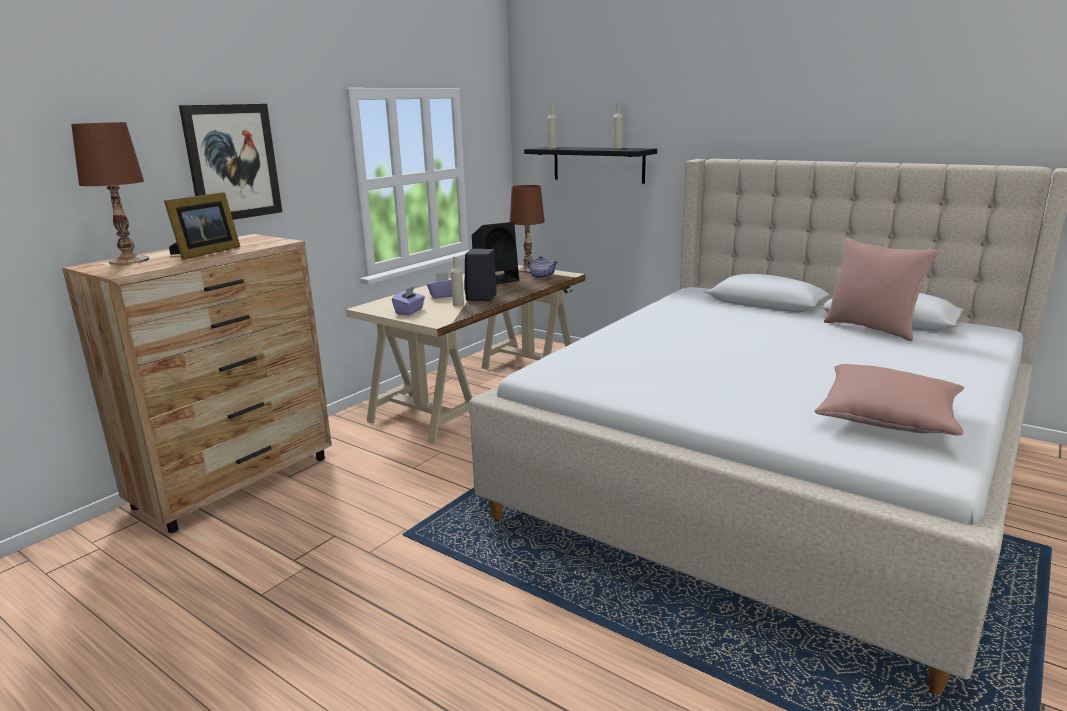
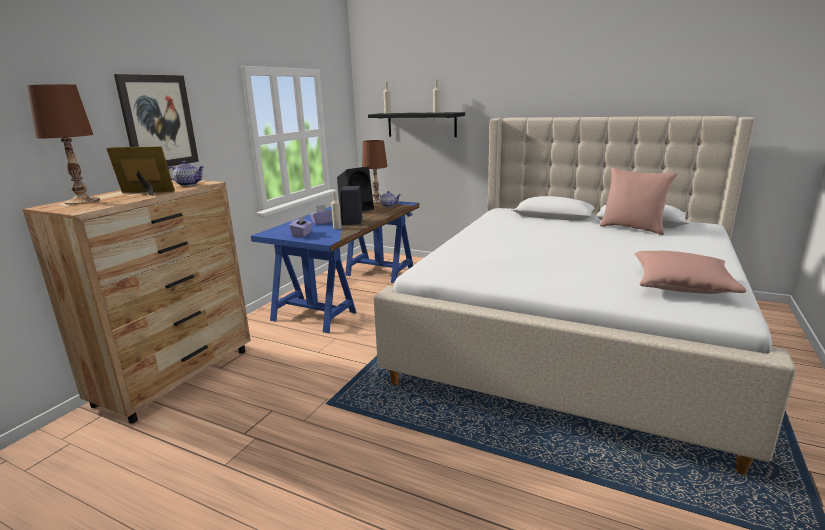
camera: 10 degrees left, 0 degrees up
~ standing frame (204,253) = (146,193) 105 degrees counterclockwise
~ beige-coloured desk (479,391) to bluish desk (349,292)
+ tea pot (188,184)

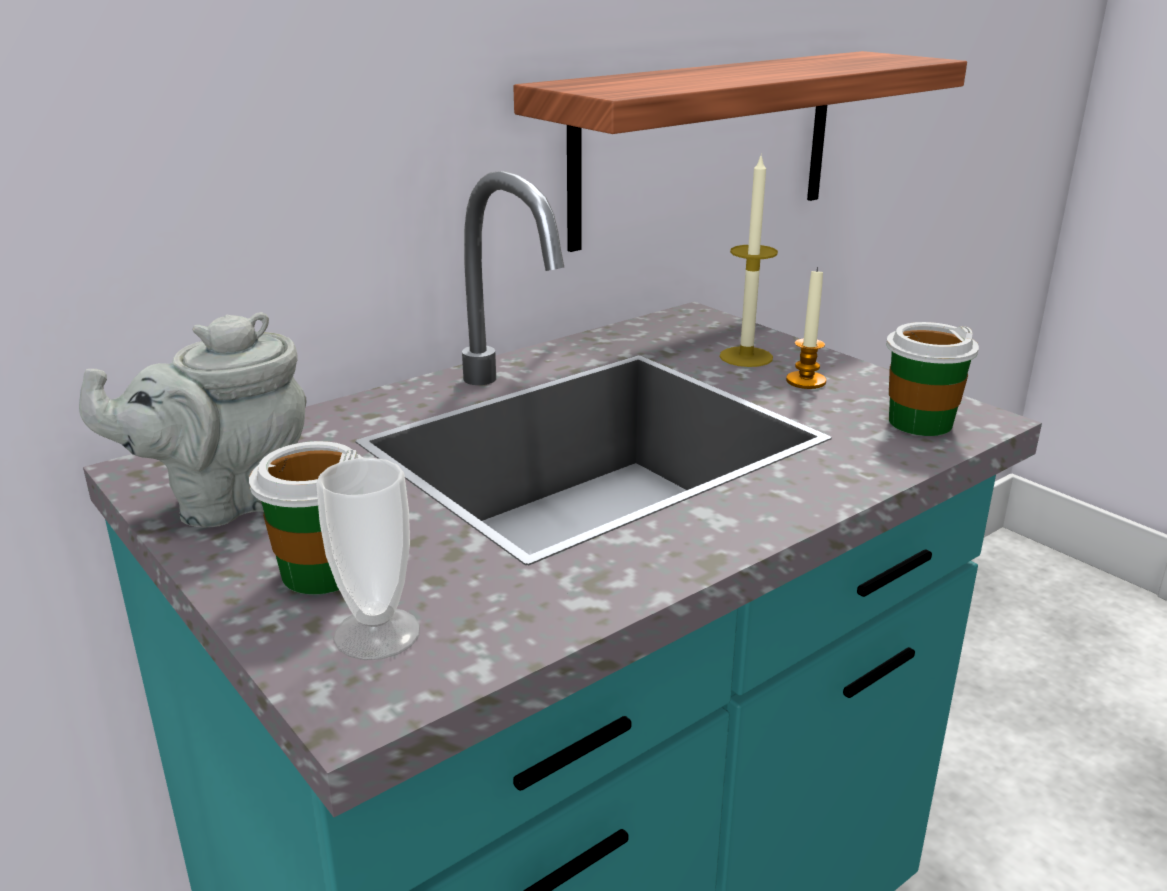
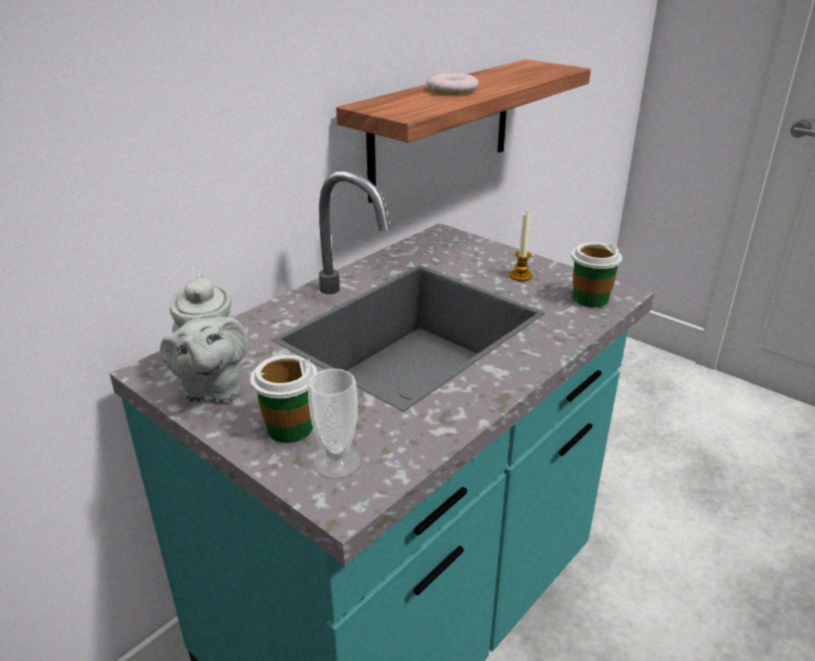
camera: 10 degrees left, 5 degrees up
~ greyish tea pot (227,501) = (212,388) 60 degrees counterclockwise
- candle (746,357)
+ donut (452,90)

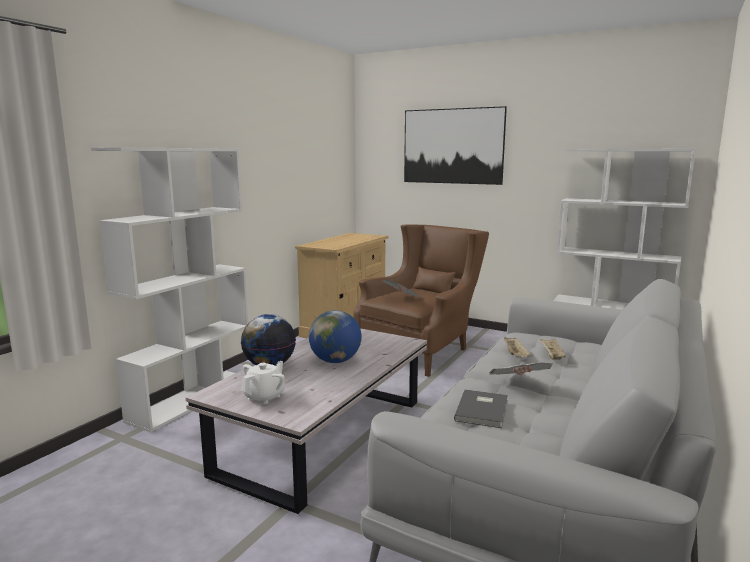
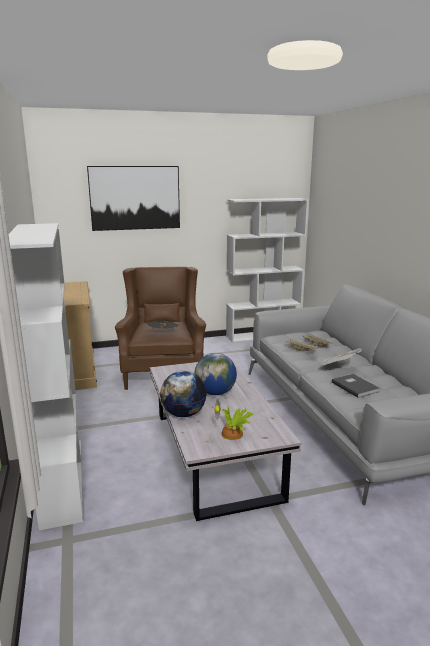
camera: 45 degrees left, 5 degrees up
~ white-coloured tea pot (264,397) to houseplant (233,434)

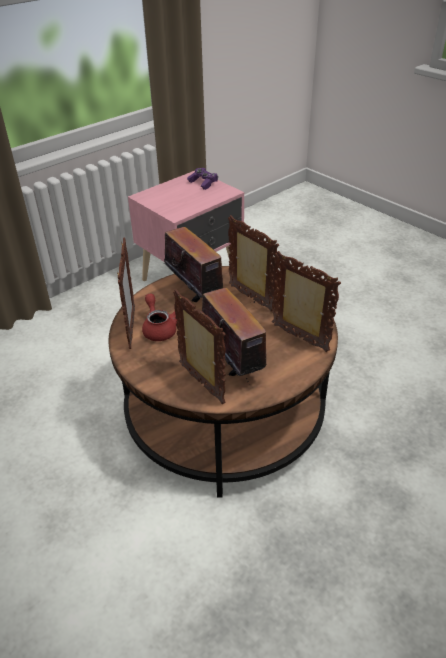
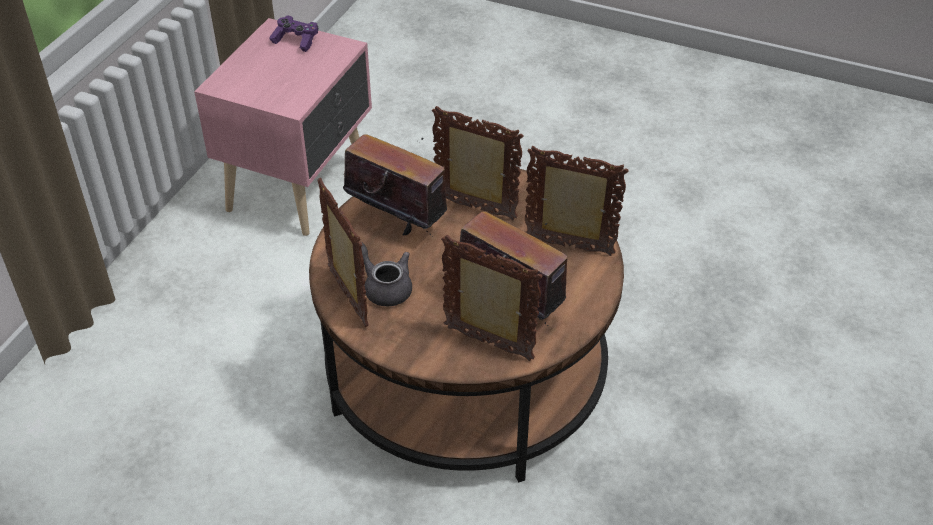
camera: 25 degrees left, 5 degrees up
~ red tea pot (159,328) to greyish tea pot (384,287)

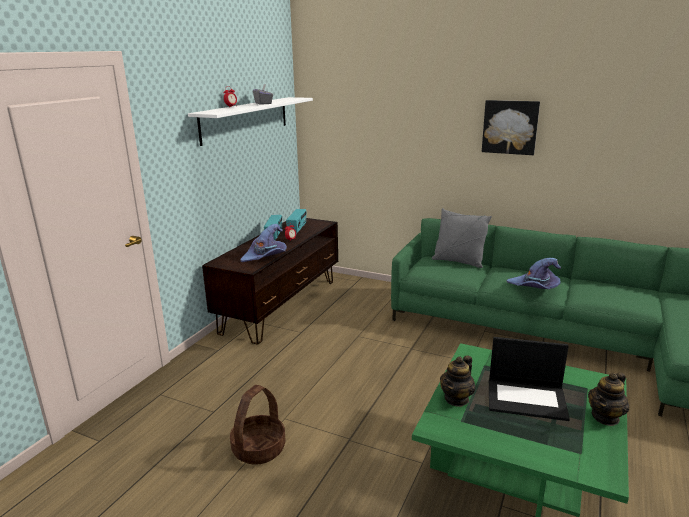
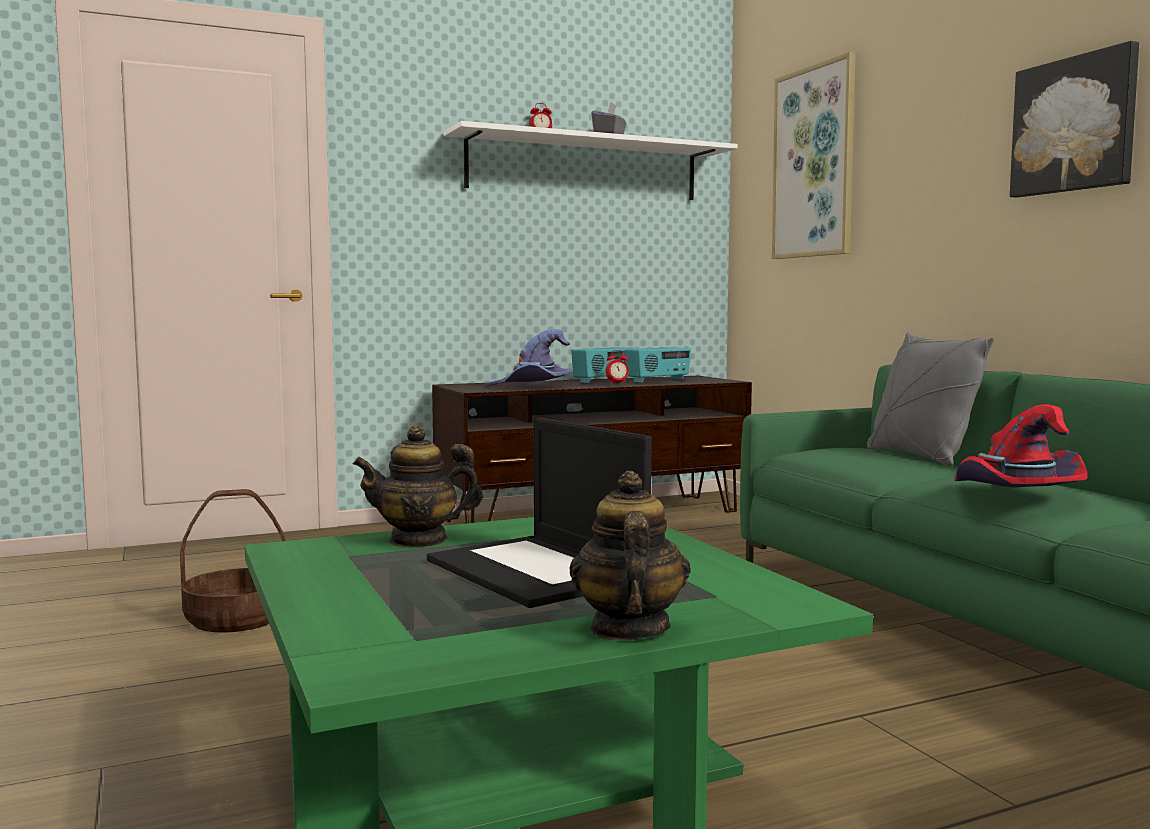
camera: 40 degrees right, 15 degrees down
~ purplish wearable hat (534,287) to red wearable hat (1013,494)
~ tea pot (605,417) = (628,629) 90 degrees clockwise
+ picture (814,162)

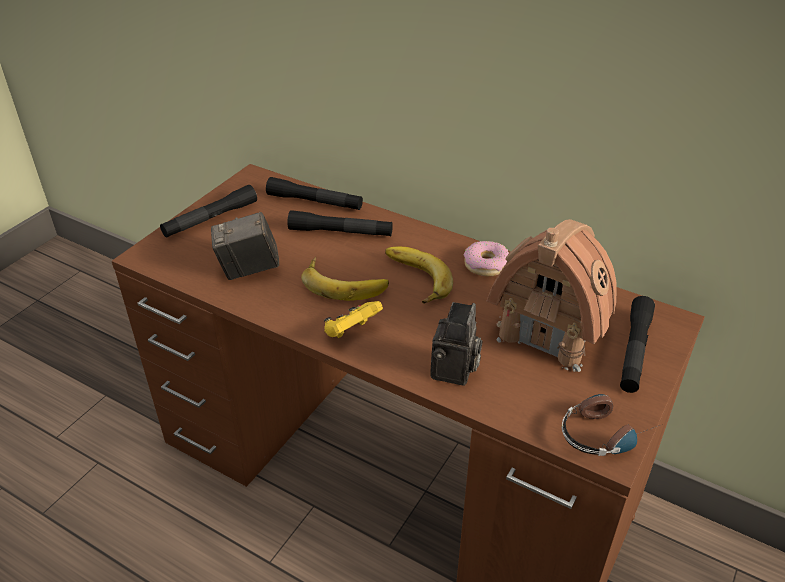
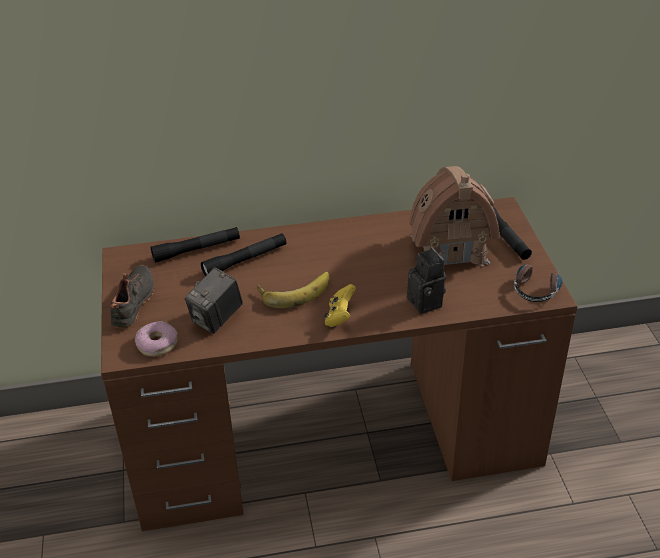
camera: 40 degrees left, 0 degrees up
~ blackish hand torch (210,219) to blackish shoe (135,302)
- banana (413,279)
~ donut (486,264) to (157,344)

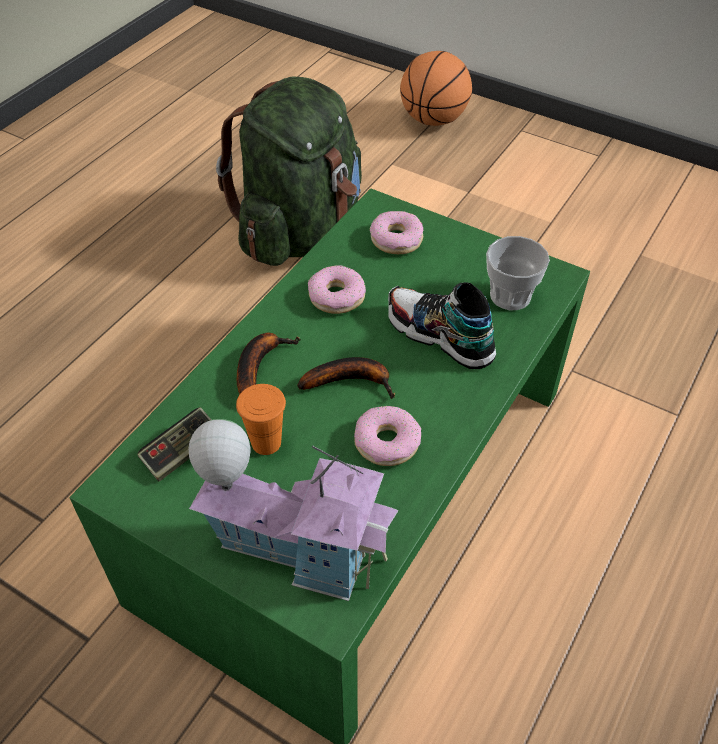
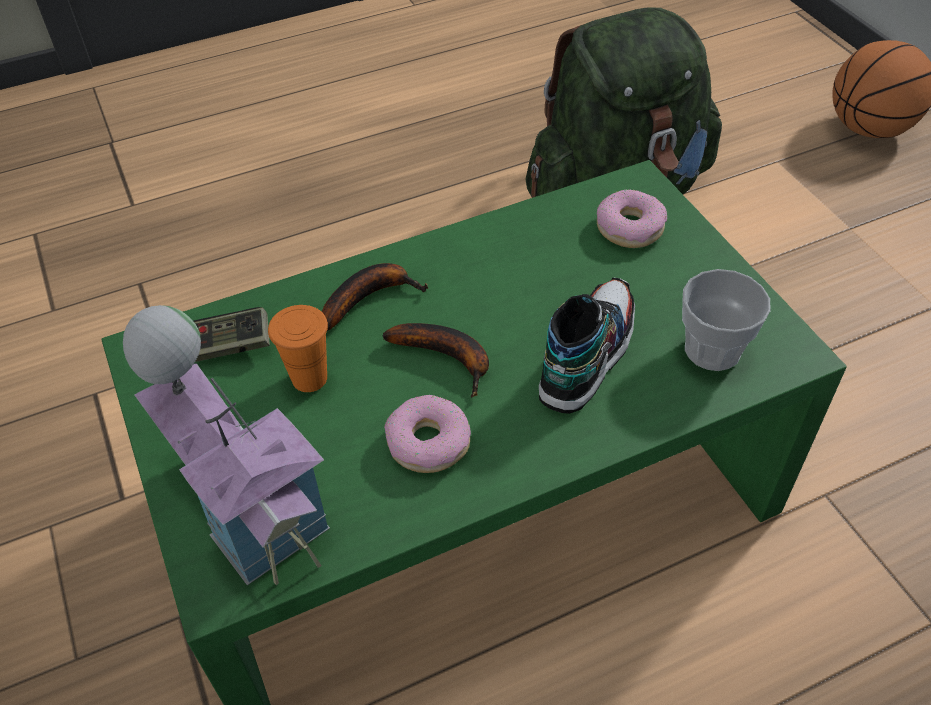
camera: 35 degrees right, 0 degrees up
- donut (337,296)
~ shoe (439,336) = (586,356) 45 degrees clockwise

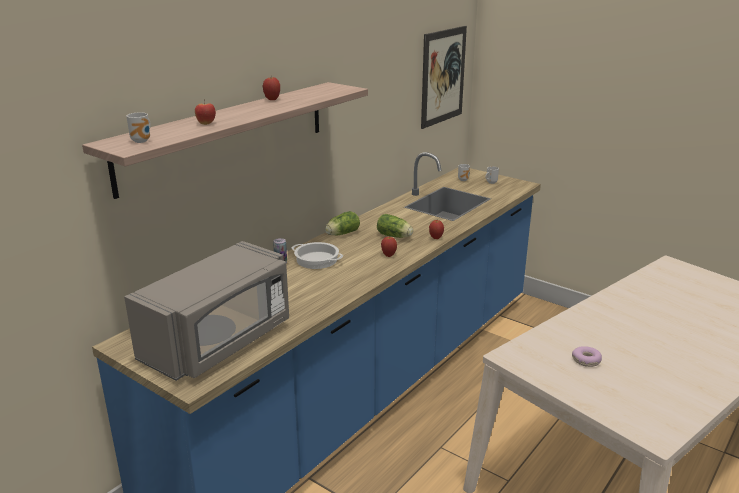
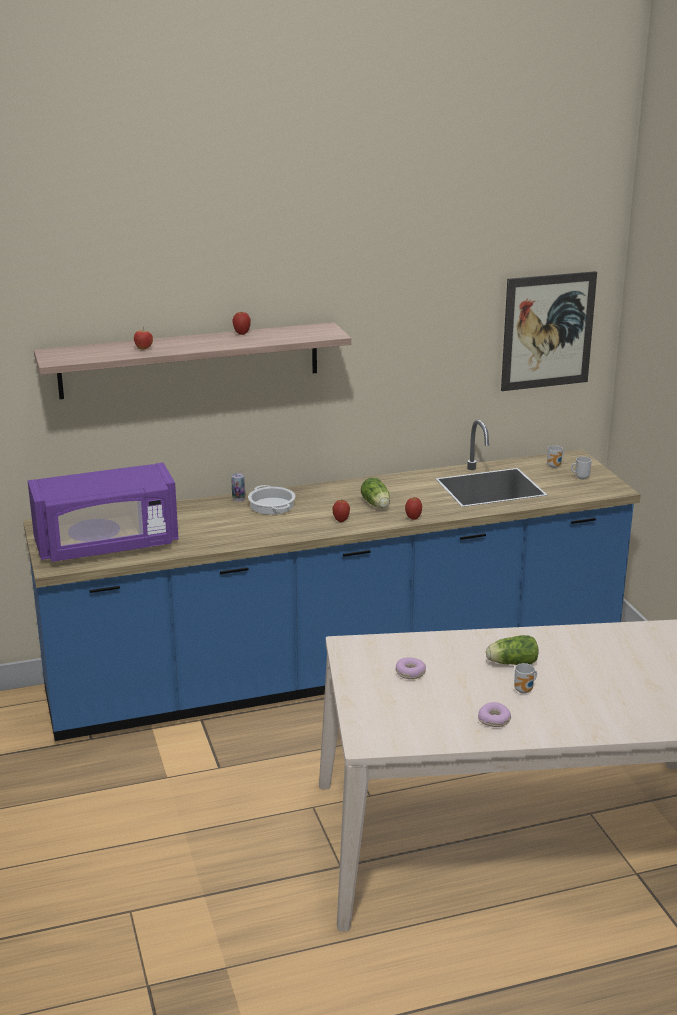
camera: 35 degrees right, 0 degrees up
~ greyish microwave (219,341) to purplish microwave (107,545)
~ coffee mug (142,141) to (525,690)
~ lettuce (341,234) to (510,663)
+ donut (494,720)

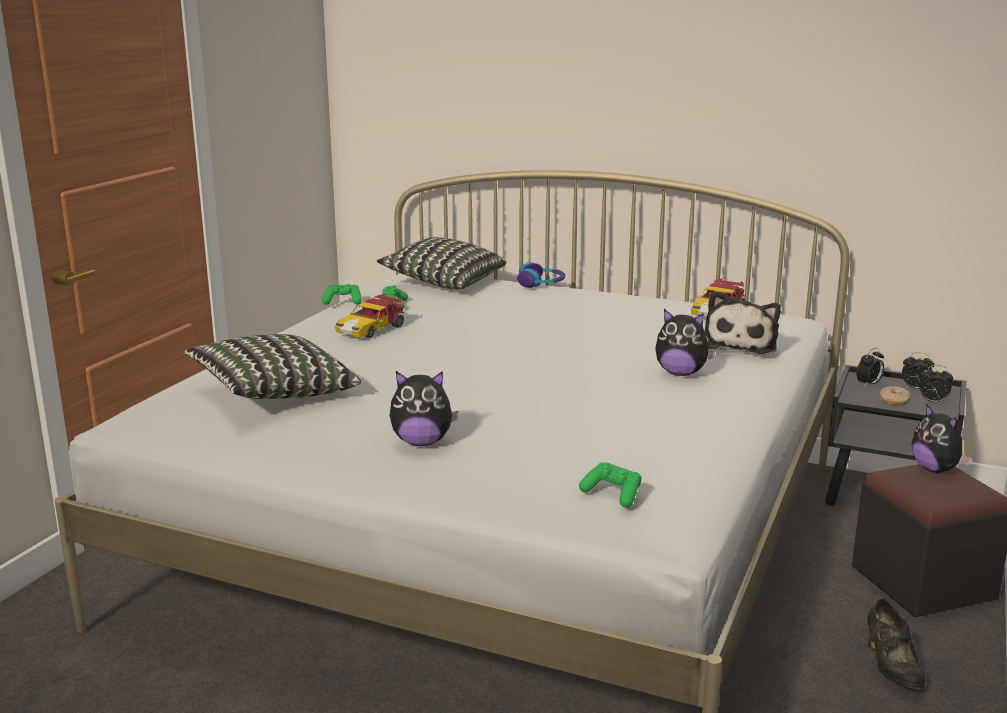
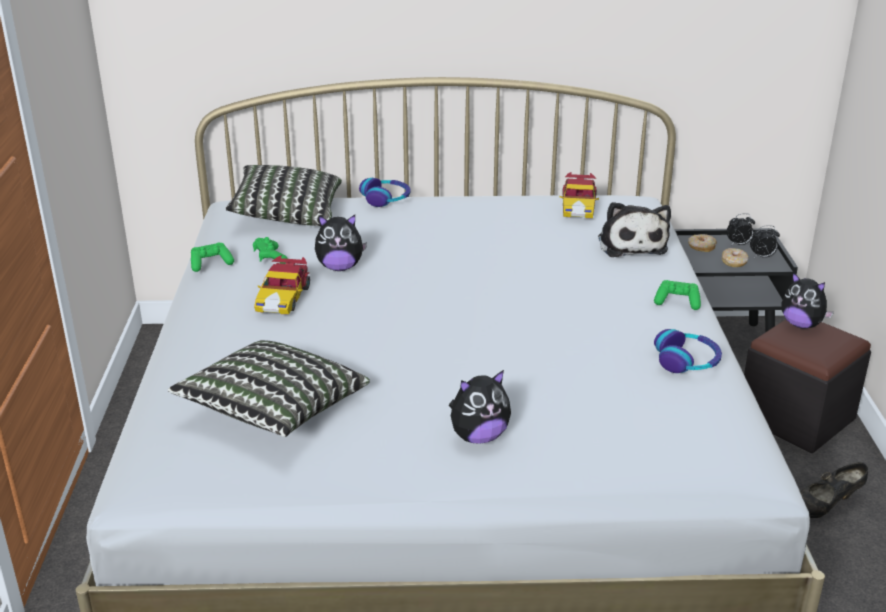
camera: 25 degrees left, 10 degrees up
~ green-coloured joypad (613,494) to (677,302)
~ soft toy (681,373) to (340,267)
~ bedside clock (868,384) to donut (701,247)
~ blackish shoe (891,667) = (826,506) 90 degrees clockwise
+ pair of headphones (687,361)

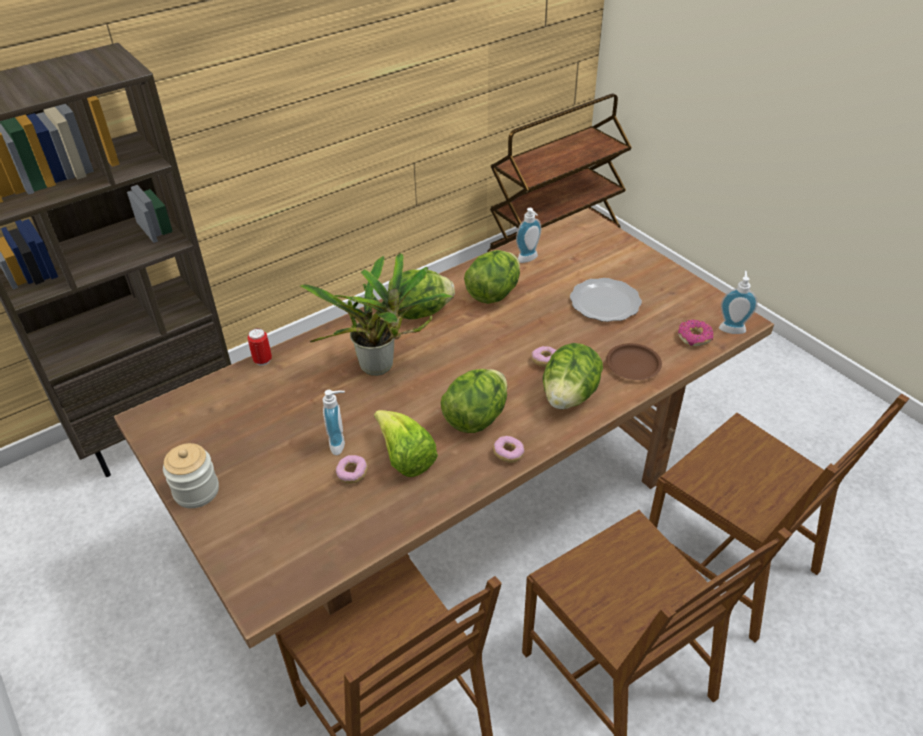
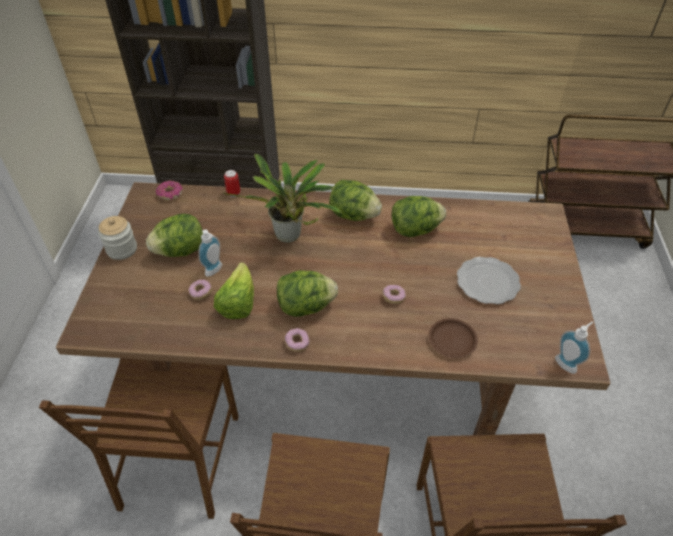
camera: 40 degrees right, 5 degrees up
- liquid soap bottle (529,259)
~ lettuce (569,396) to (181,251)
~ donut (694,337) to (170,194)

